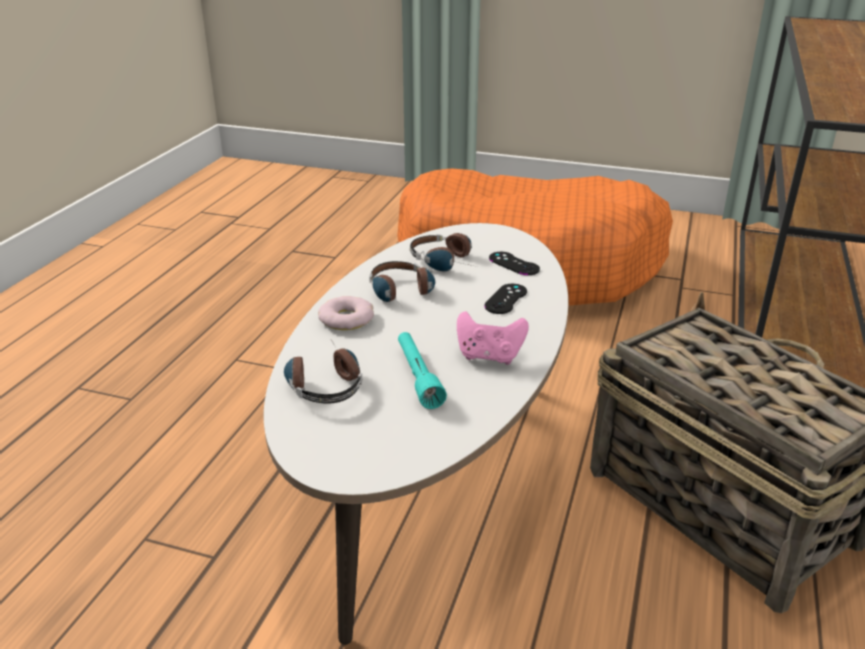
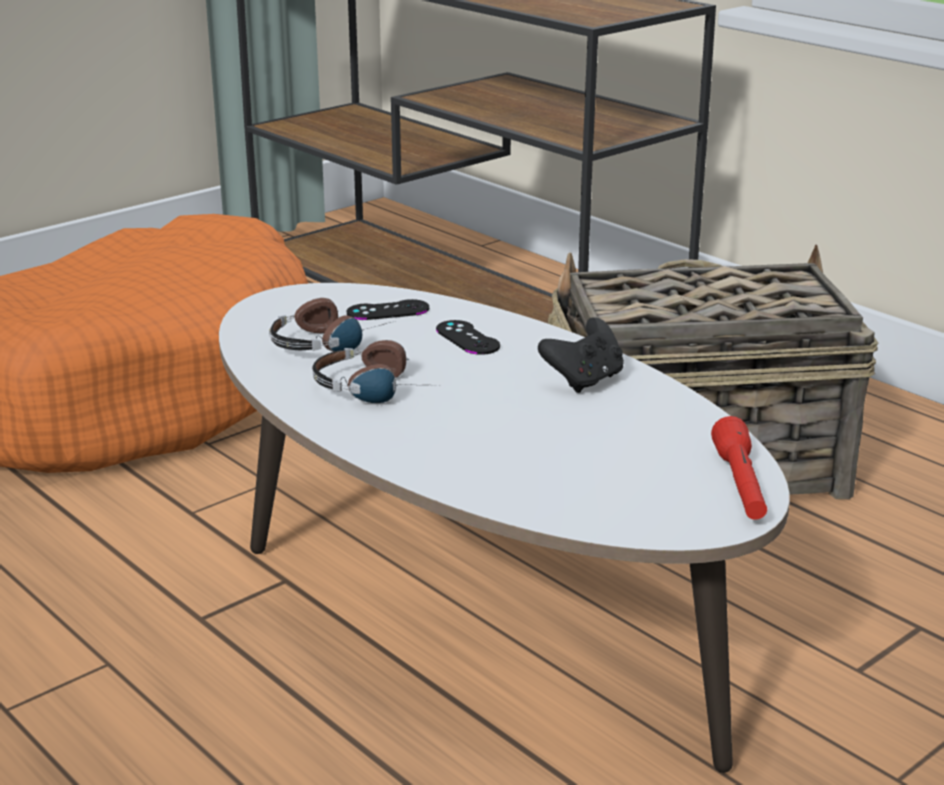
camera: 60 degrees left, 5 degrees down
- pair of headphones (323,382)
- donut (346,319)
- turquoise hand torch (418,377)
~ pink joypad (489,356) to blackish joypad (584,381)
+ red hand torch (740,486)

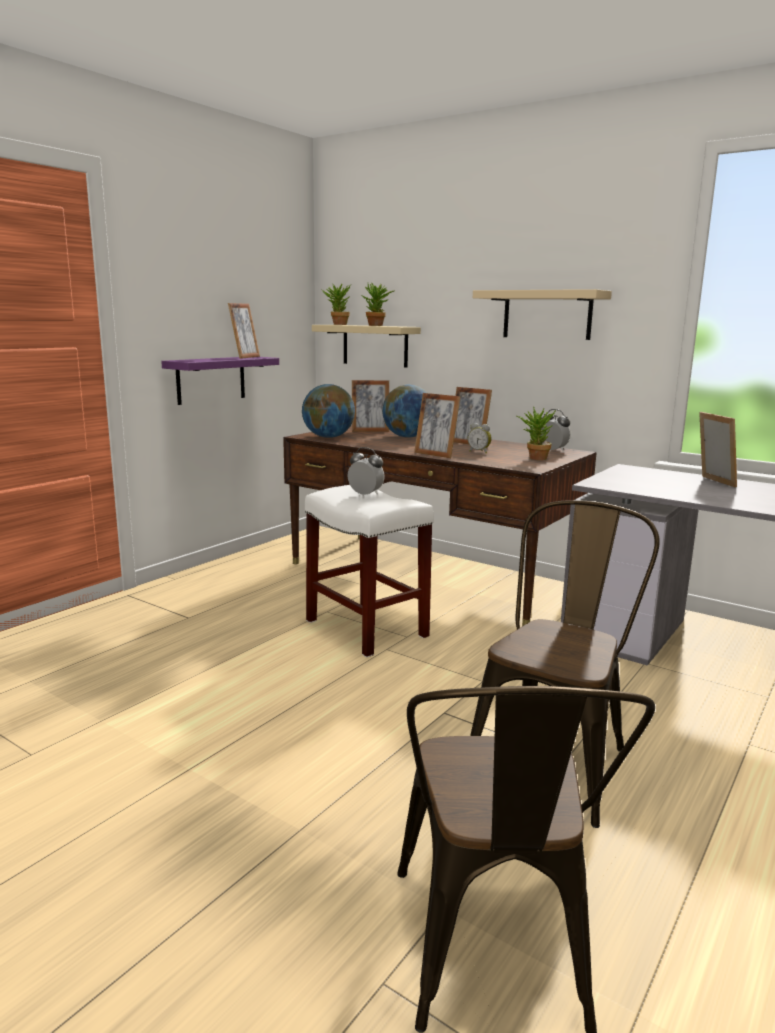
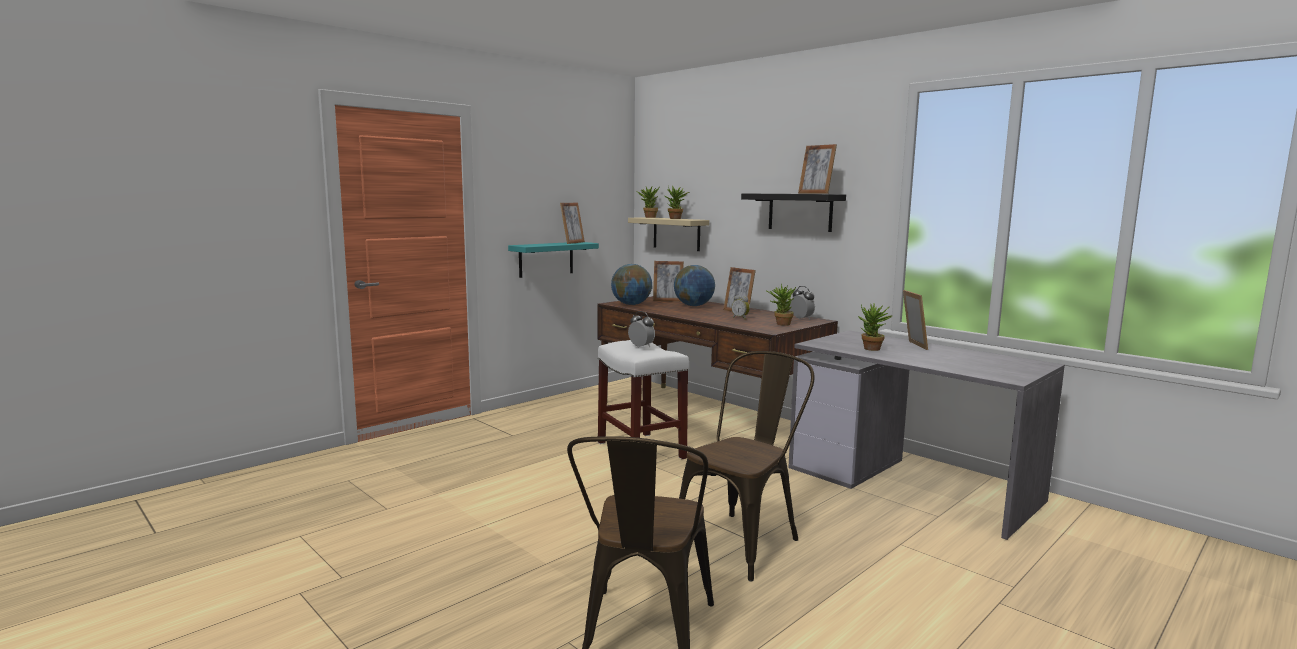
camera: 10 degrees right, 5 degrees down
~ purplish shelf (211,379) to turquoise shelf (546,259)
~ standing frame (435,454) to (815,193)
~ beige-coloured shelf (547,315) to blackish shelf (800,212)
+ houseplant (872,349)

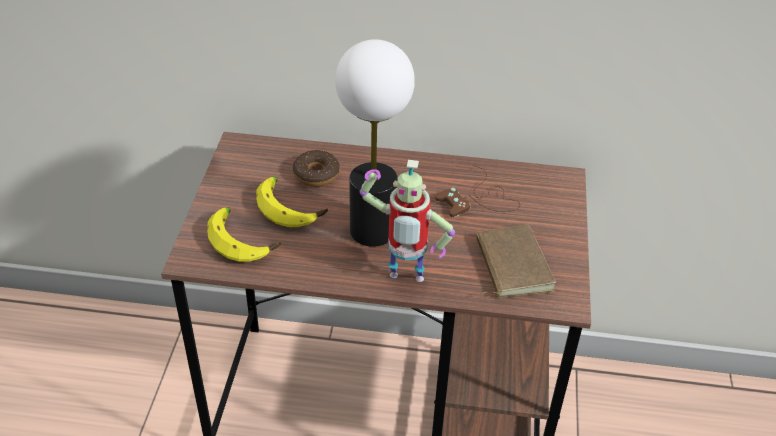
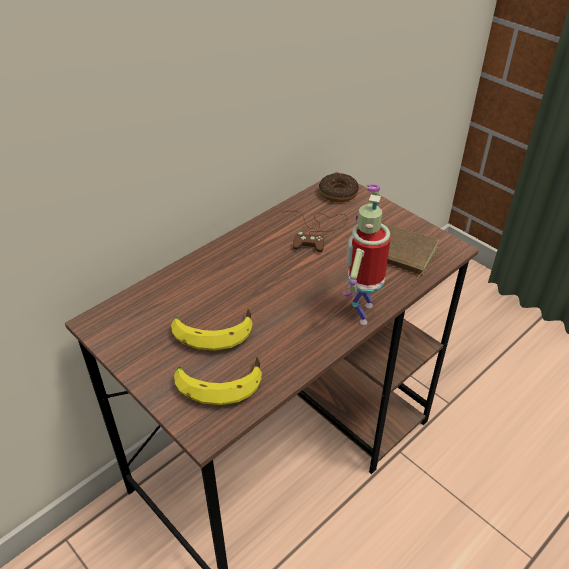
camera: 50 degrees left, 0 degrees up
~ donut (316,174) to (338,193)
- table lamp (373,230)
~ toy robot (404,280) = (361,311) 150 degrees clockwise

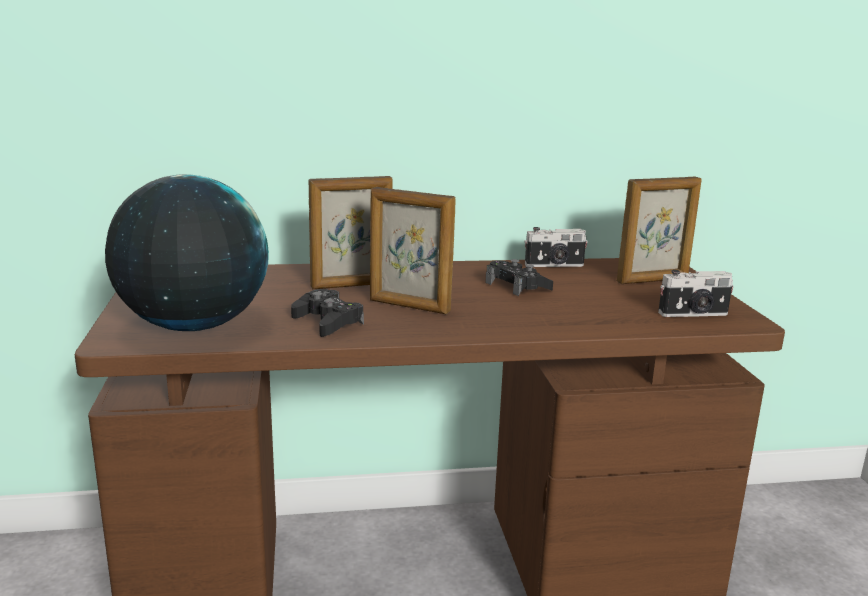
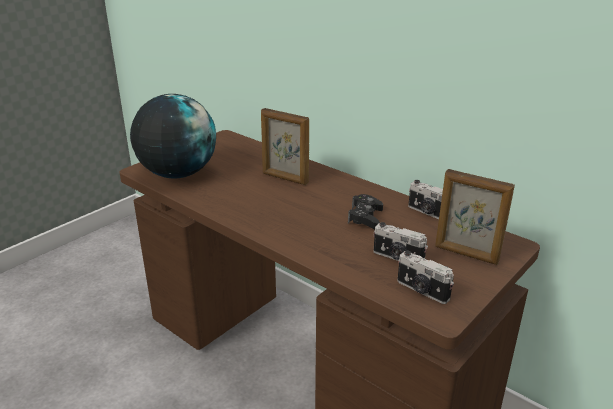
camera: 50 degrees right, 10 degrees up
- blackish joypad (327,322)
- standing frame (409,306)
+ photo camera (397,258)

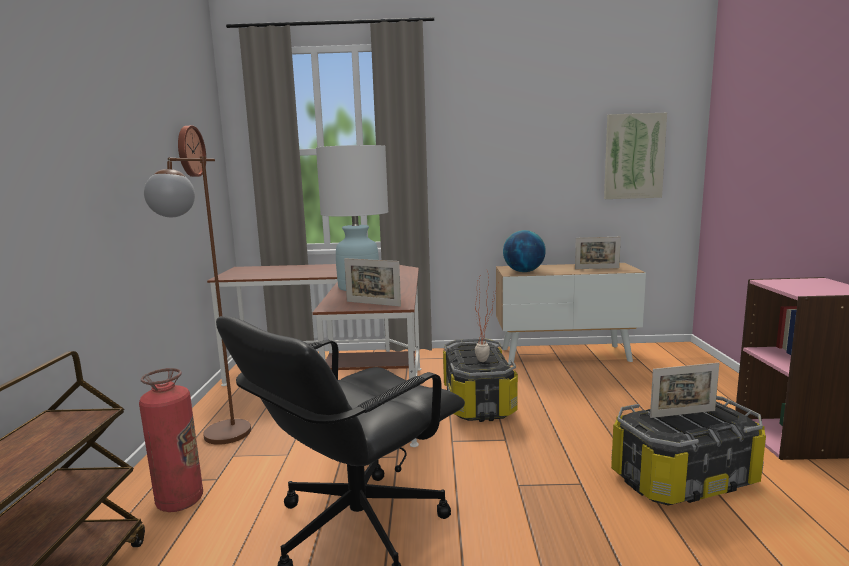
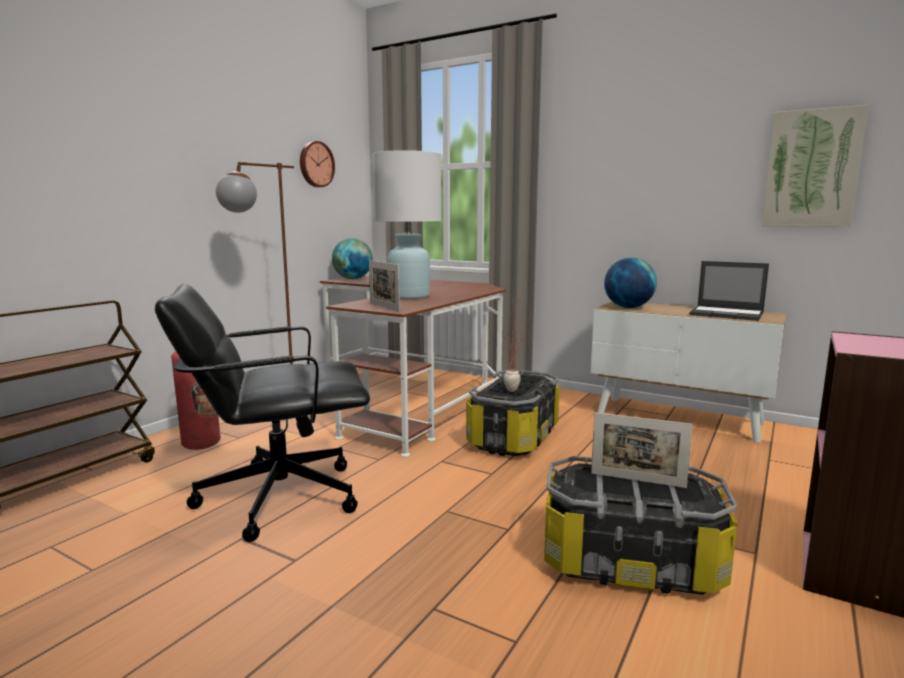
camera: 30 degrees right, 0 degrees up
~ standing frame (597,268) to portable computer (727,314)
+ desk globe (353,279)

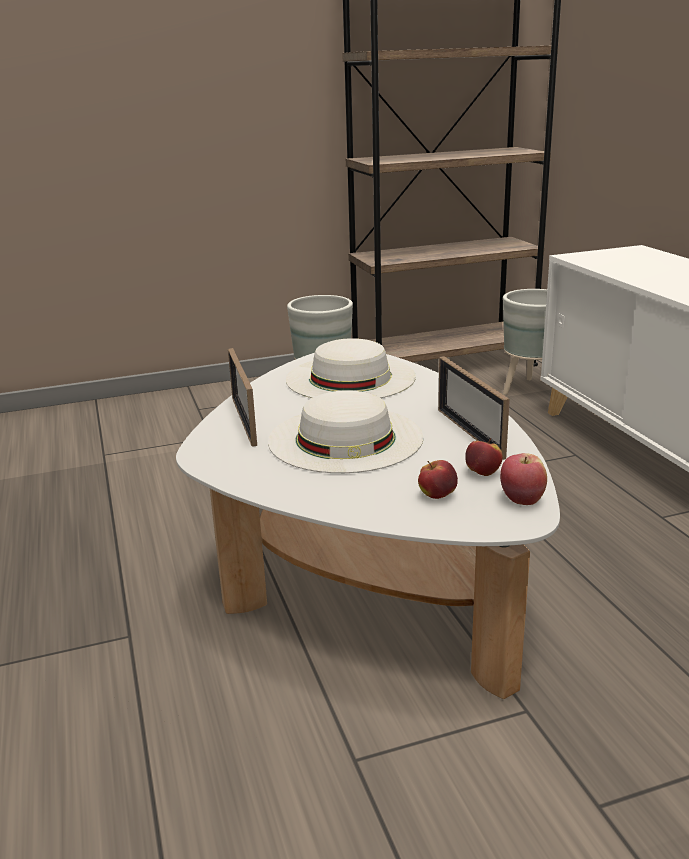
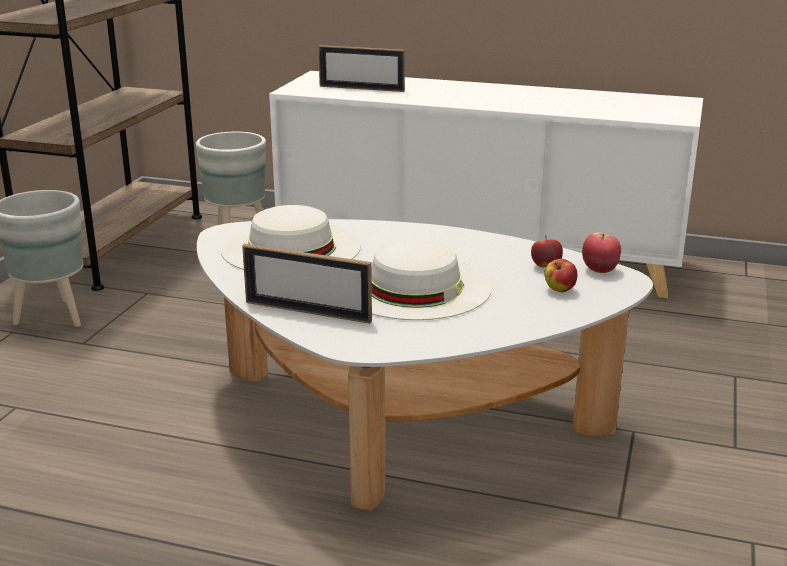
camera: 55 degrees left, 0 degrees up
~ standing frame (470,433) to (361,88)

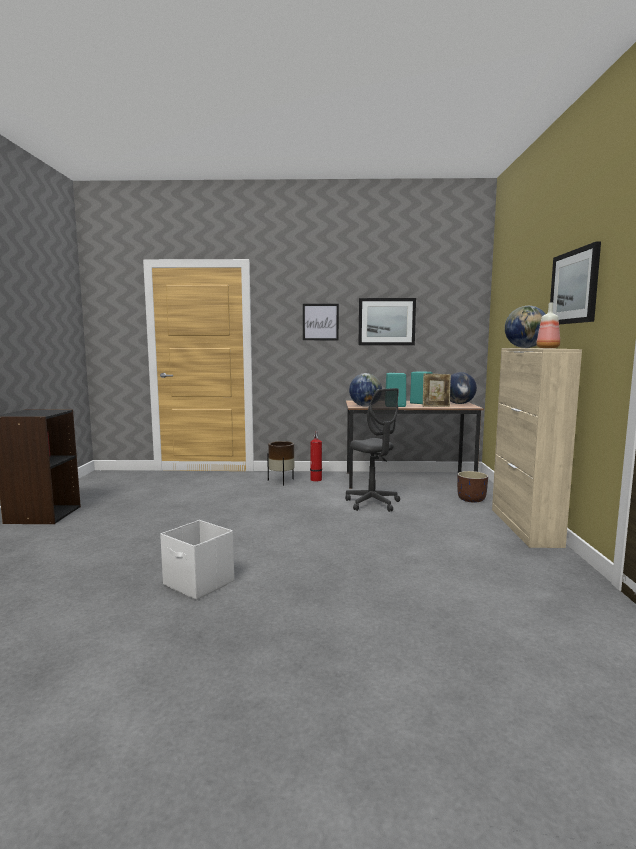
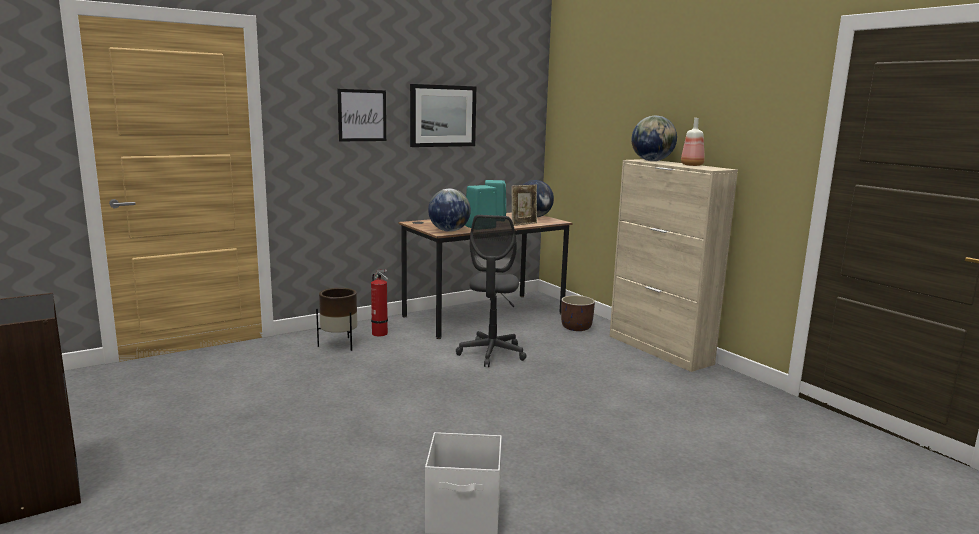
camera: 35 degrees left, 5 degrees up
~ greyish computer chair (372,503) = (492,354) 75 degrees clockwise
- picture (574,287)

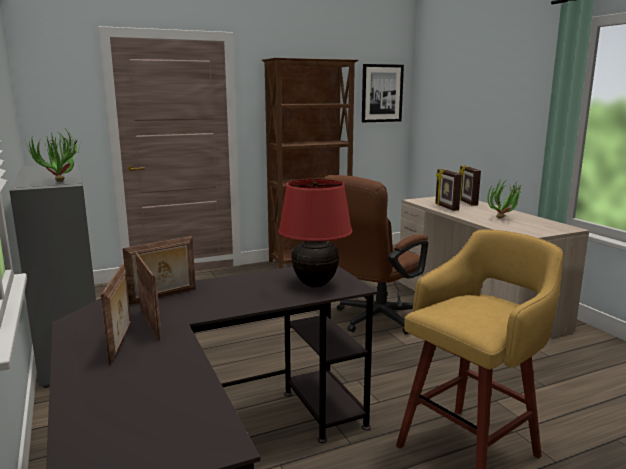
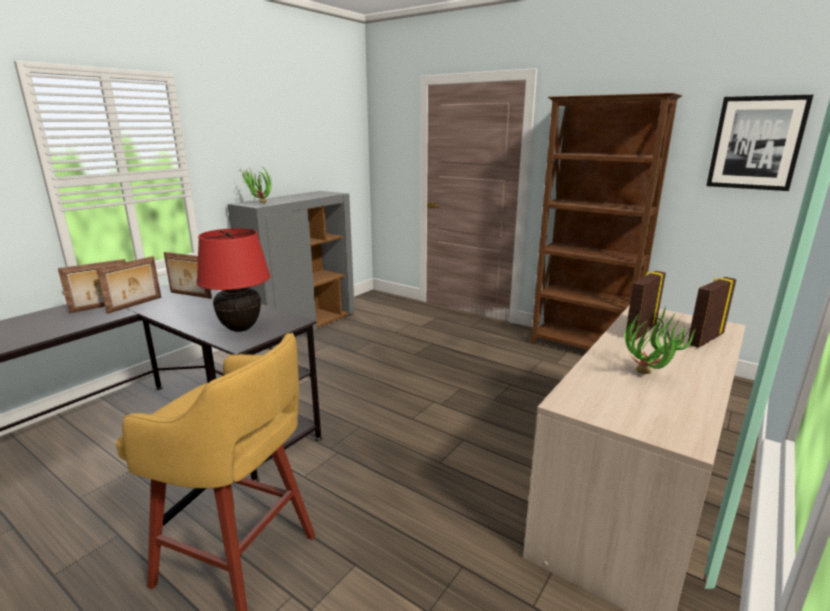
camera: 60 degrees right, 5 degrees up
- brown computer chair (373,320)

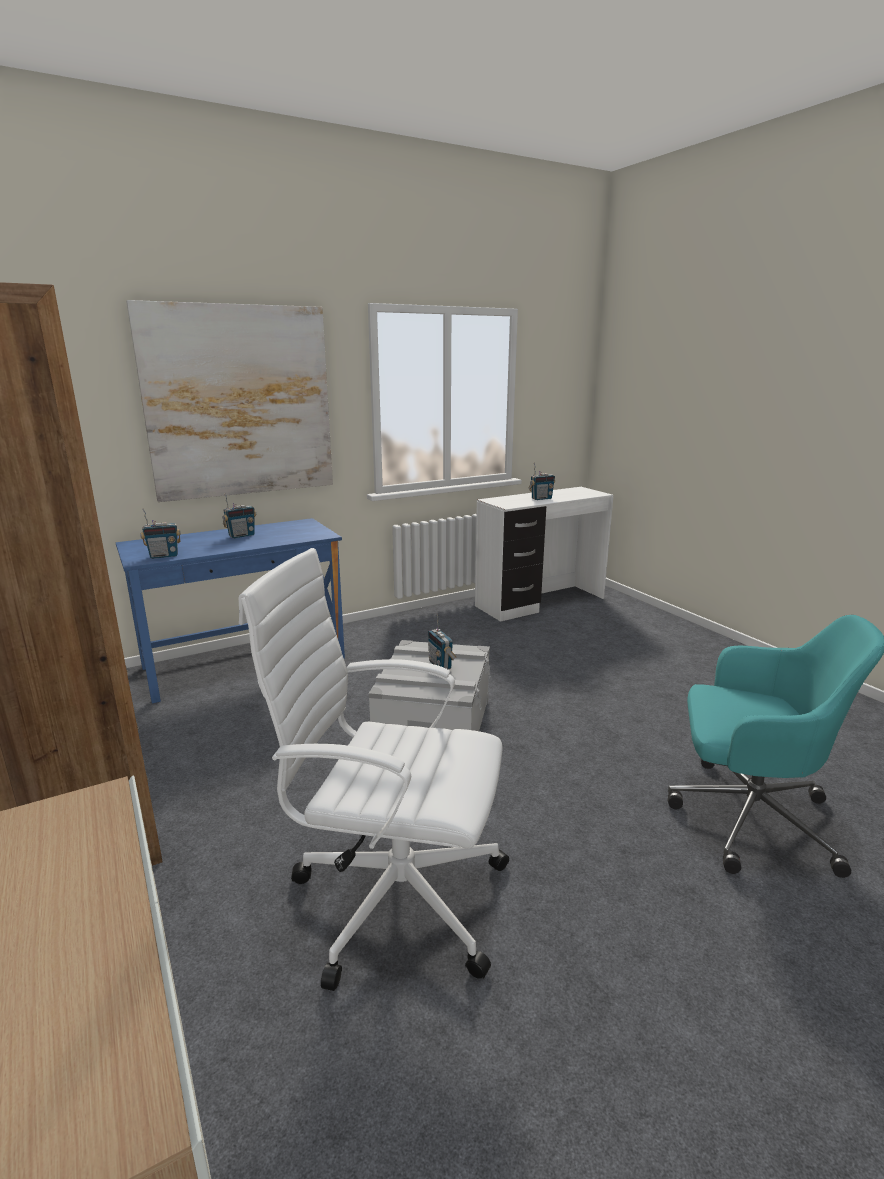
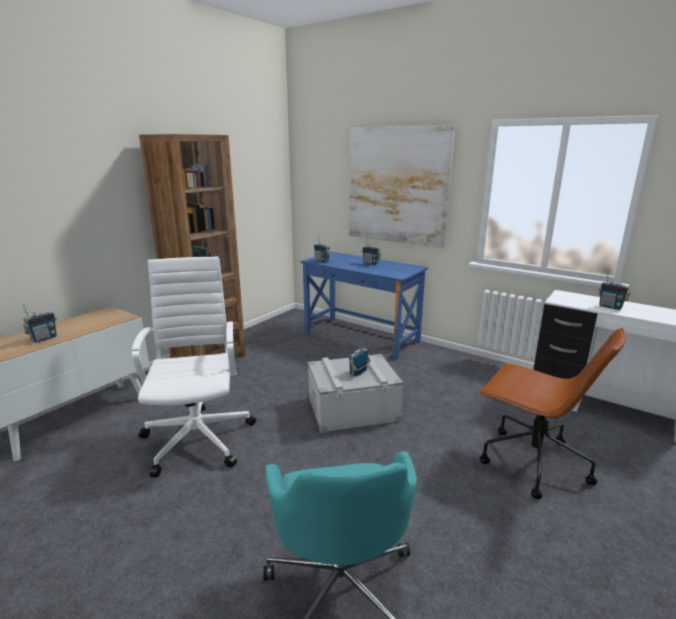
camera: 65 degrees right, 0 degrees up
+ radio (44,339)
+ brown computer chair (531,462)

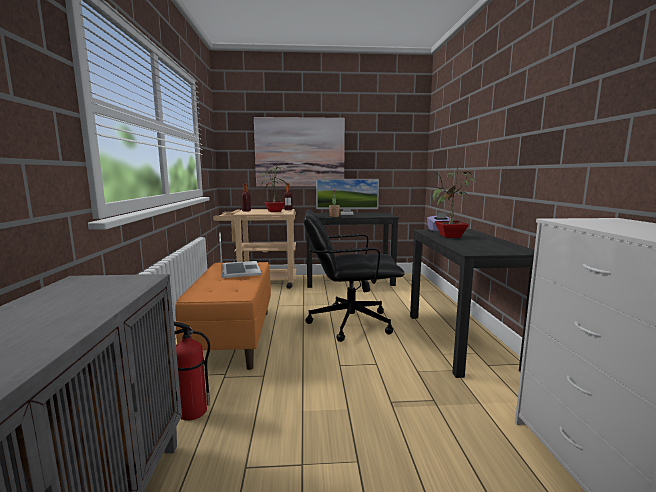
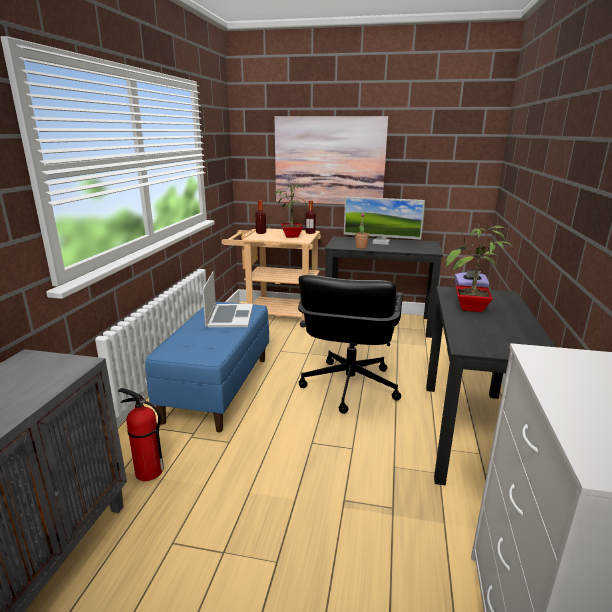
camera: 15 degrees right, 10 degrees up
~ orange-coloured bench (233,337) to bluish bench (218,387)
~ blackish computer chair (349,323) = (348,386) 90 degrees counterclockwise

